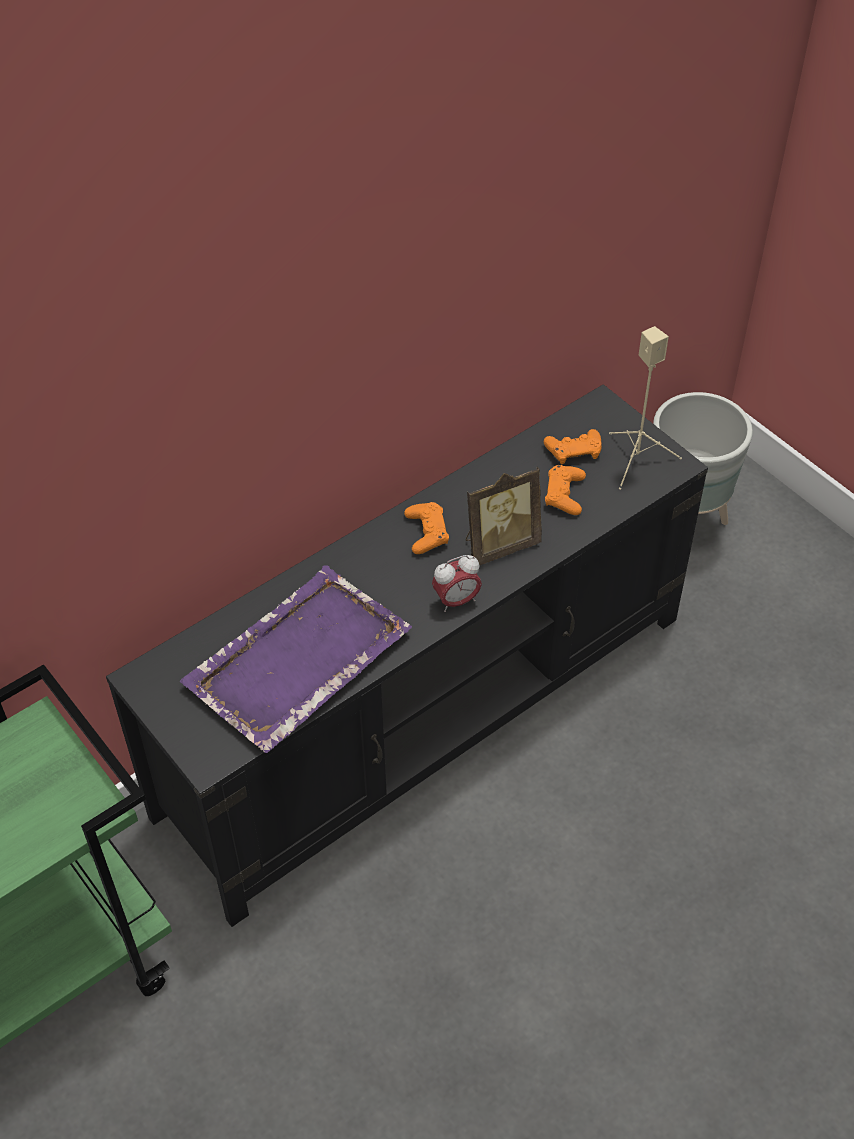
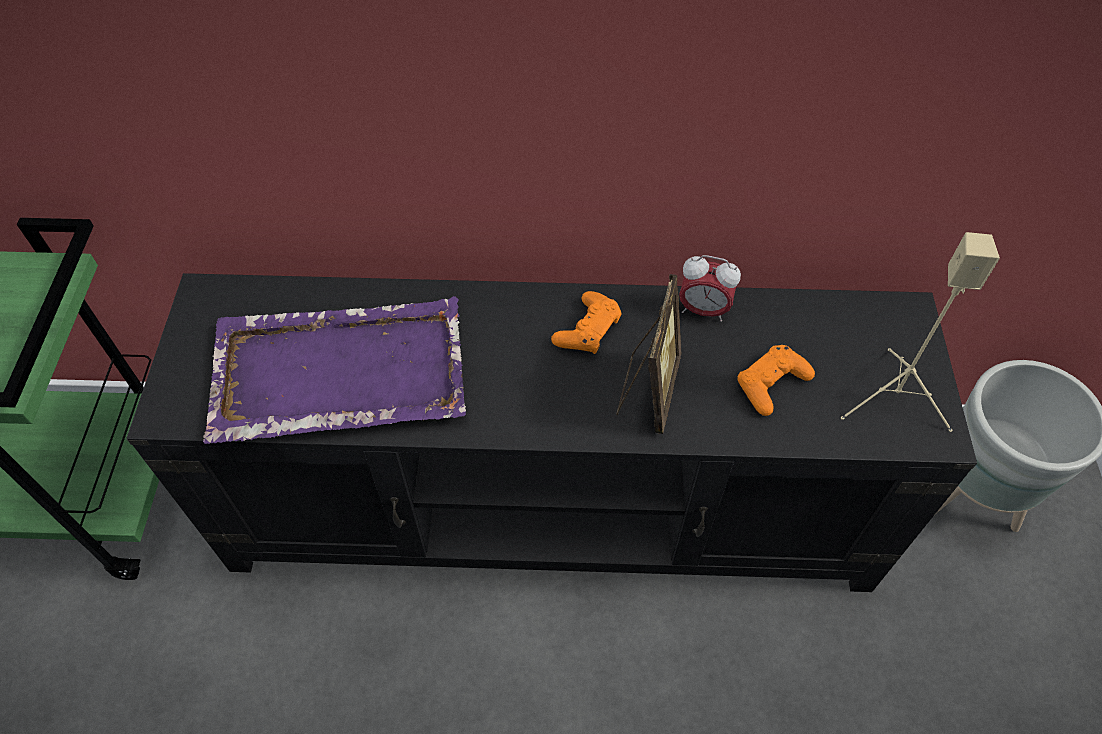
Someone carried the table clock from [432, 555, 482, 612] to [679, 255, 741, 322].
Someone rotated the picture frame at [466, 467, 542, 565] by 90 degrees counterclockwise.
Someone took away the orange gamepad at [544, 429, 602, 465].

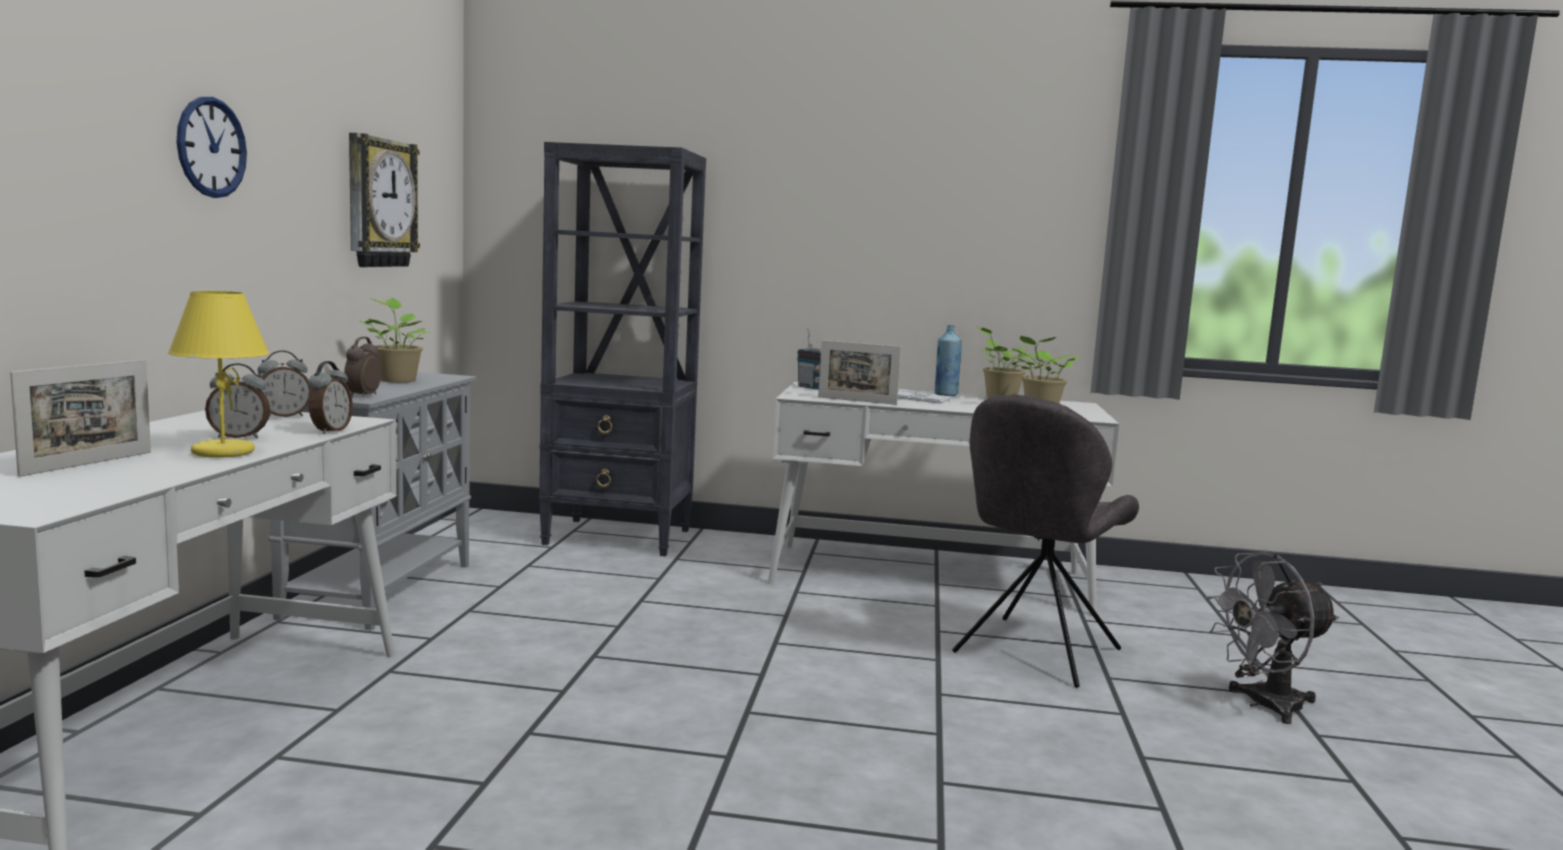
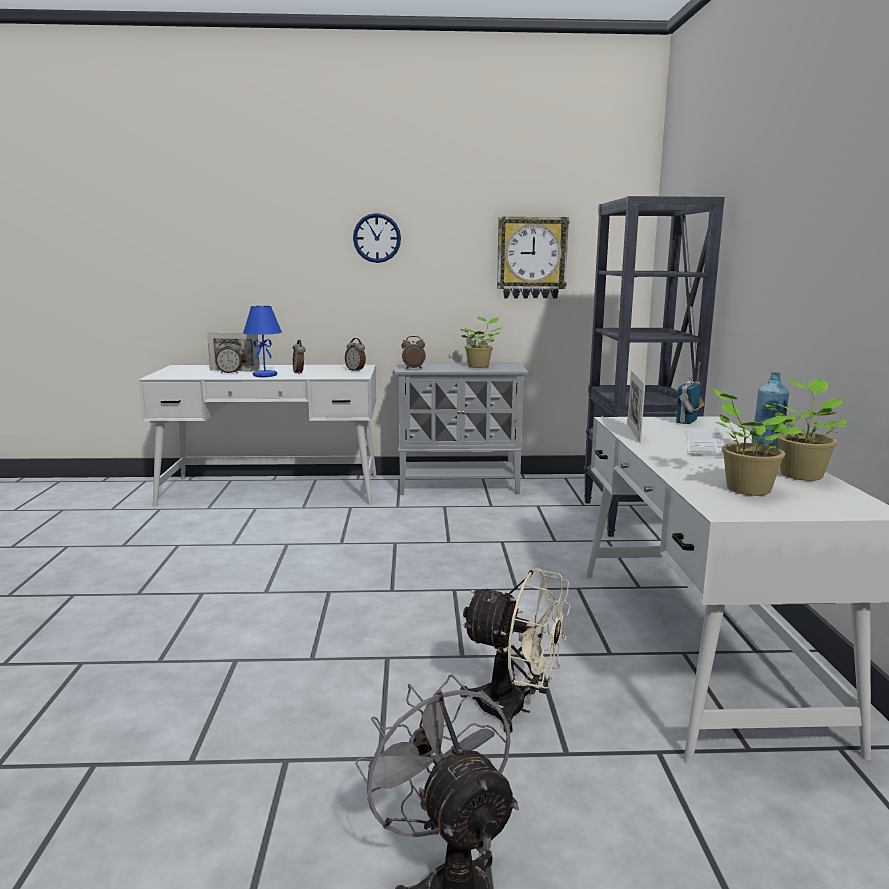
Someone repainted the yellow-coloured table lamp at [168, 291, 269, 458], which became the bluish table lamp at [243, 306, 282, 377].
Someone carried the table clock from [308, 361, 353, 434] to [215, 339, 242, 373].
Someone swapped the grey chair at [952, 395, 1139, 688] for the beige cooling fan at [460, 568, 571, 733].

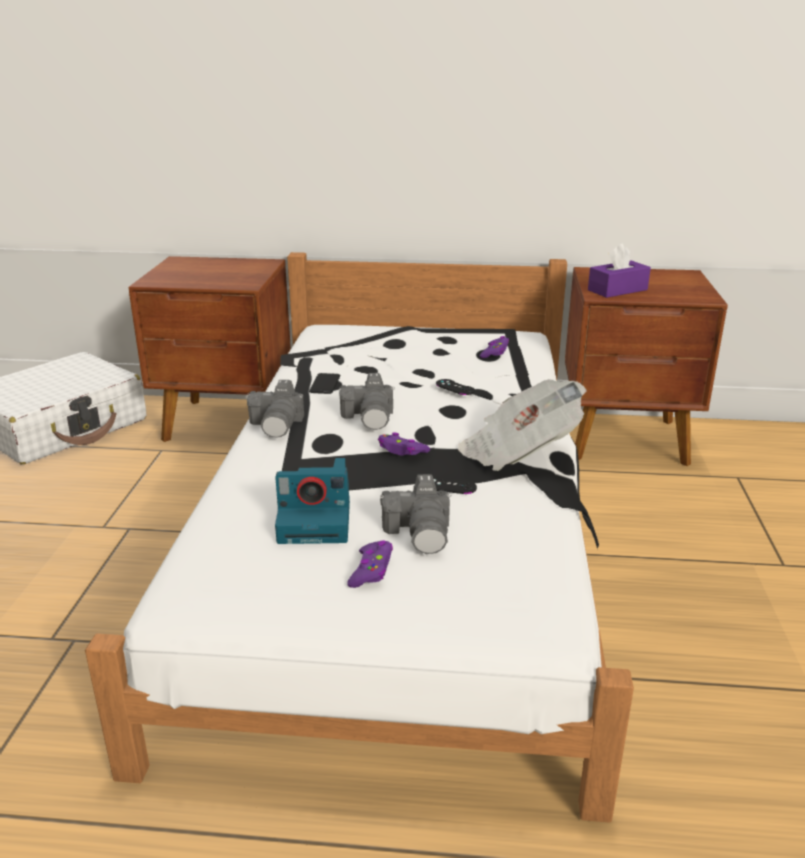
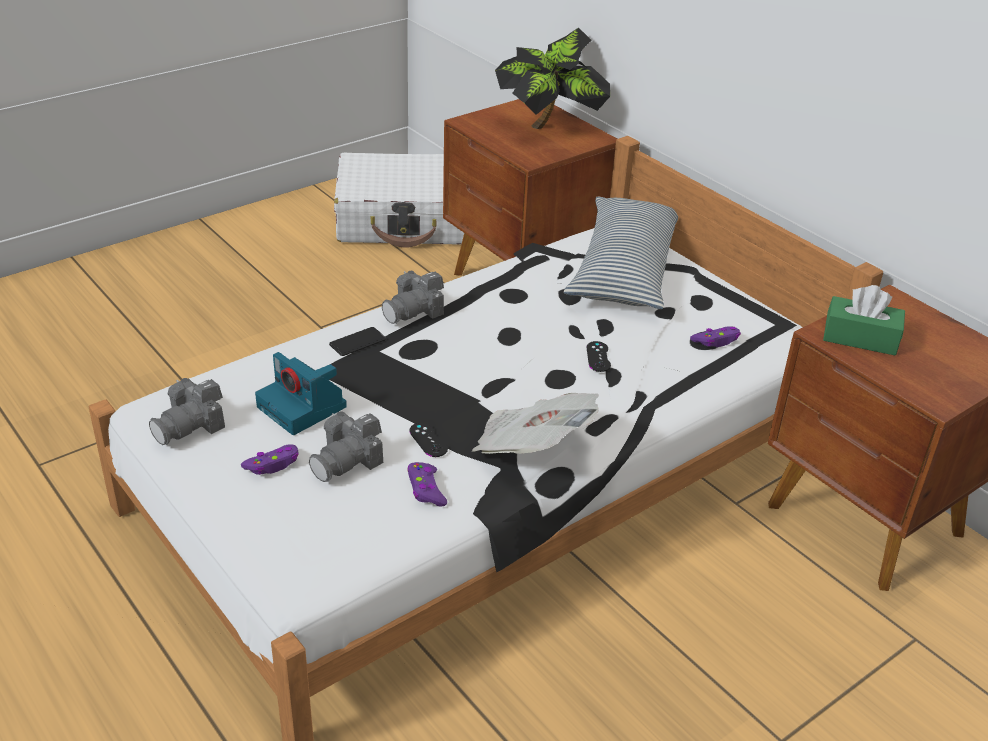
Someone carried the telephone from [309, 373, 340, 394] to [329, 327, 386, 356].
Someone carried the photo camera from [339, 373, 395, 430] to [149, 378, 225, 445].
Someone carried the purple gamepad from [378, 432, 430, 455] to [407, 462, 447, 507].
Someone repainted the purple tissue holder at [588, 244, 651, 298], which became the green-coloured tissue holder at [823, 285, 905, 355].
Someone put down the plant in a pot at [495, 27, 610, 129].
Someone put down the throw pillow at [564, 197, 678, 309].

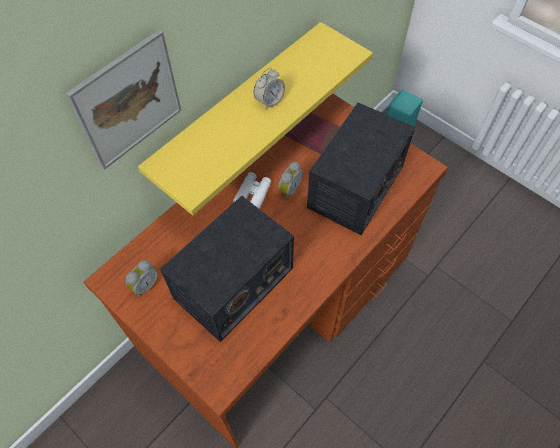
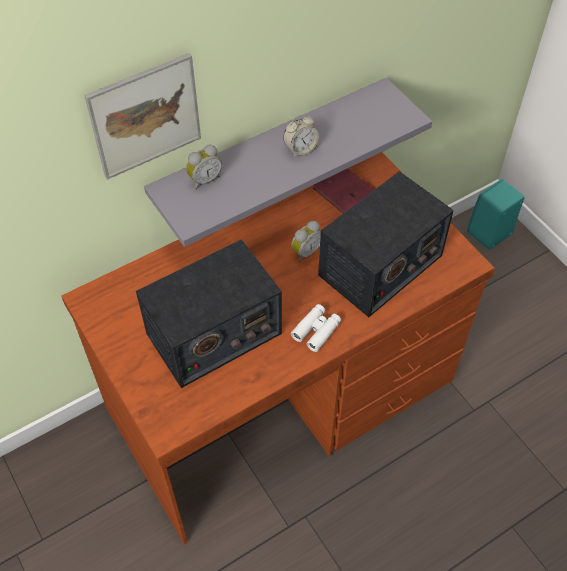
Someone carried the table clock from [126, 260, 158, 298] to [186, 145, 222, 189].
Someone repainted the yellow-coloured wall shelf at [138, 22, 373, 215], which became the grey wall shelf at [144, 78, 432, 247].
Someone carried the white-coloured field glasses from [233, 172, 271, 209] to [291, 304, 341, 352].

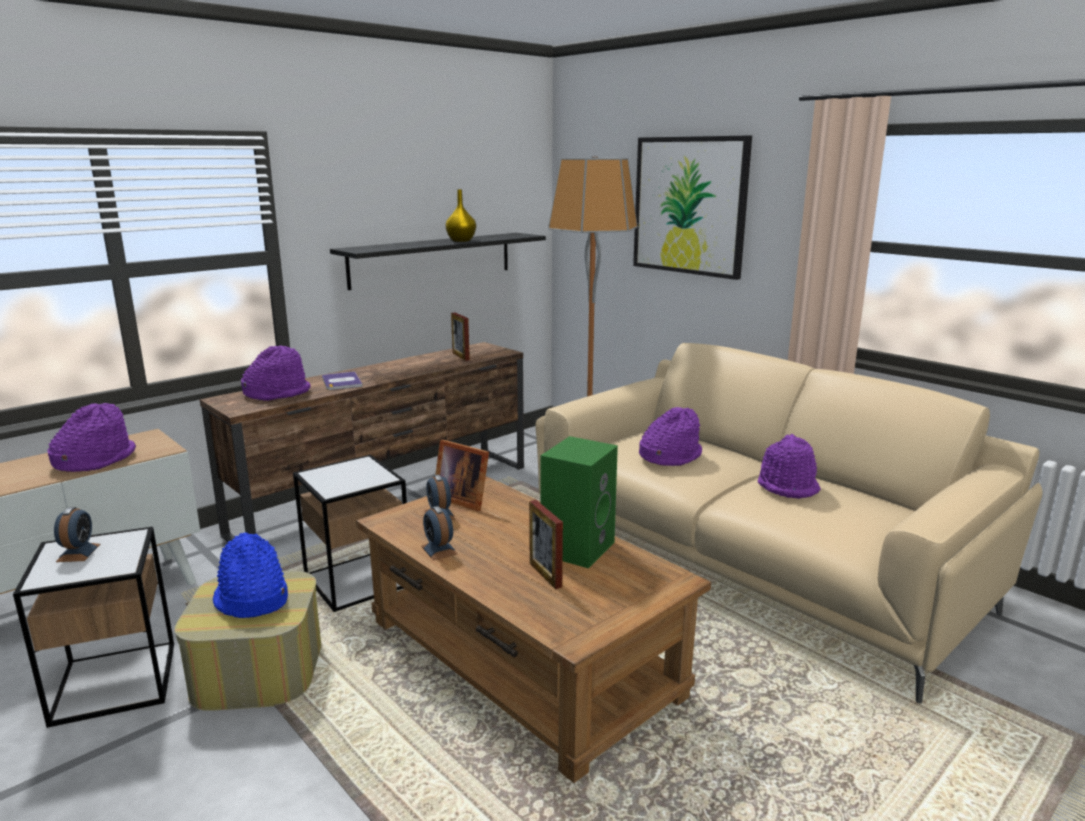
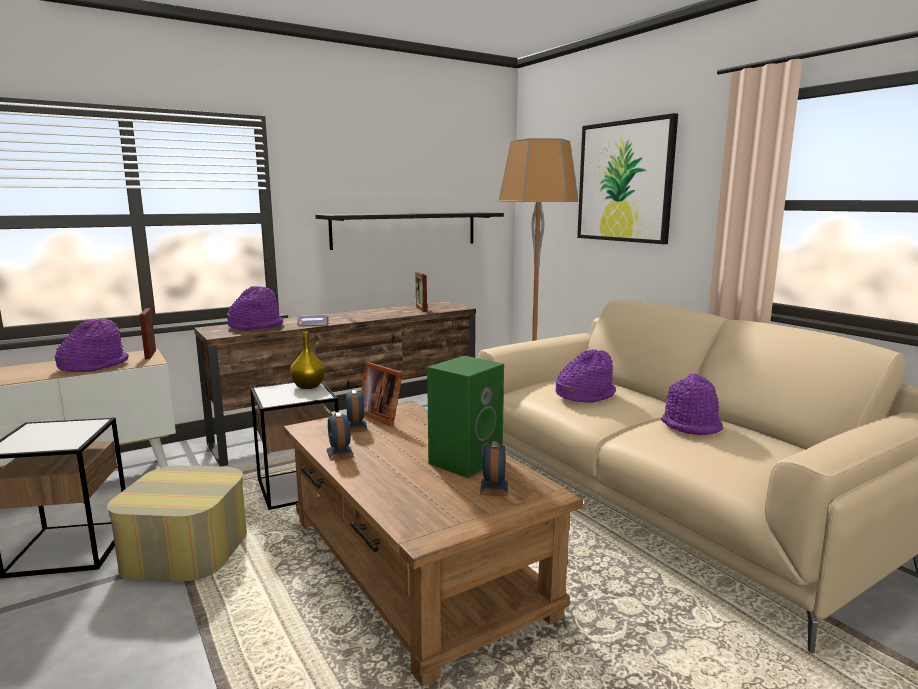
Someone carried the table clock from [54, 507, 101, 562] to [480, 441, 508, 496].
Someone took away the bluish hat at [213, 533, 288, 618].
Someone carried the yellow-coloured vase from [446, 189, 476, 242] to [290, 332, 325, 389].
Someone carried the picture frame from [529, 500, 563, 589] to [139, 308, 156, 359].

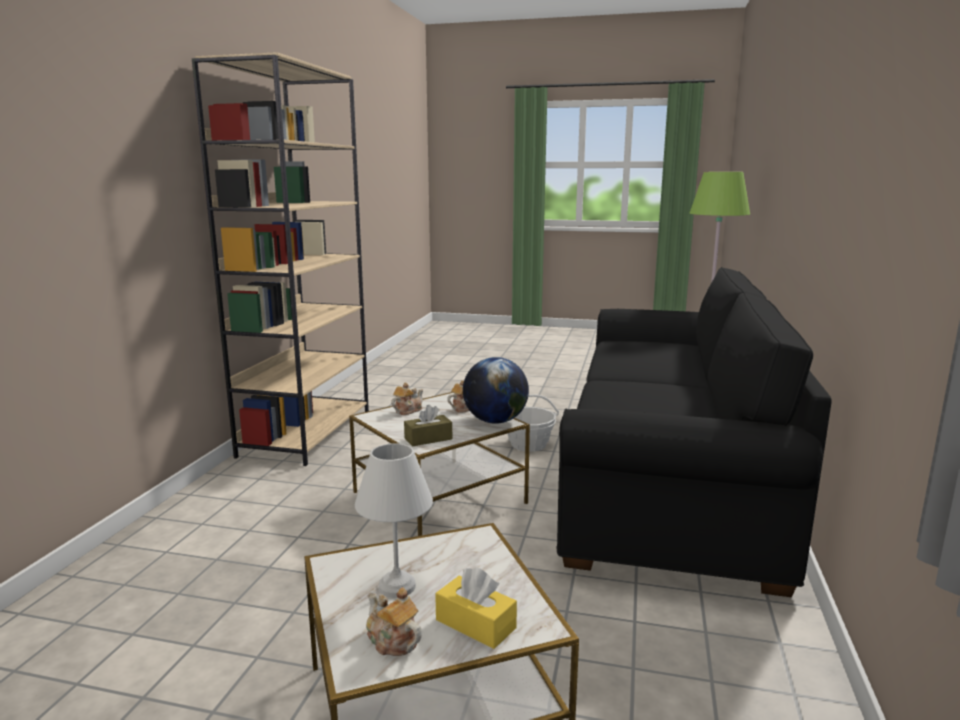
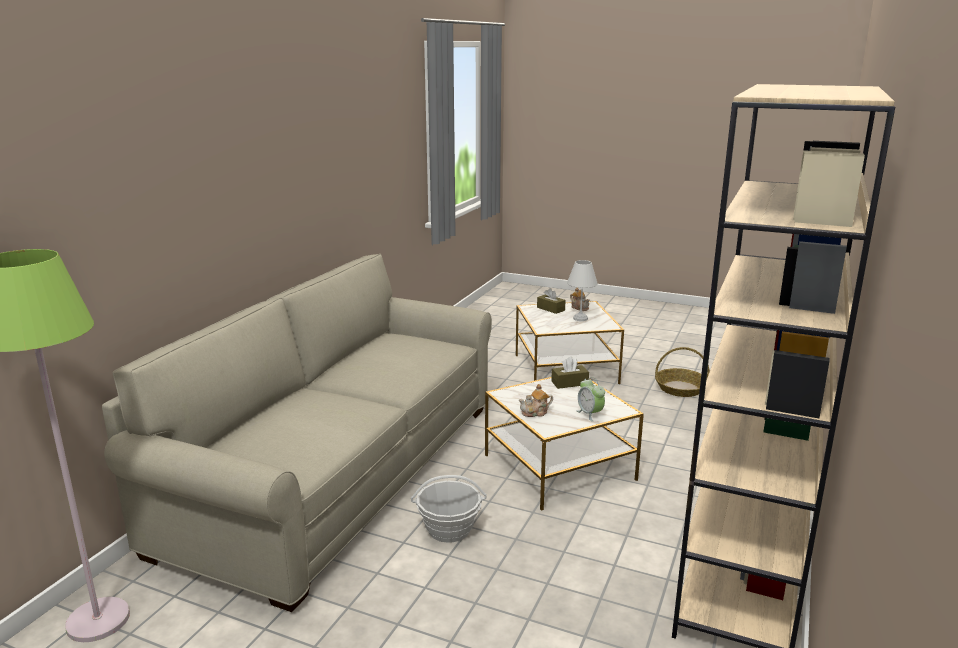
Someone swapped the teapot at [391, 383, 423, 415] for the table clock at [577, 377, 605, 422].
Someone repainted the yellow-coloured tissue holder at [435, 567, 517, 649], which became the brown-coloured tissue holder at [537, 288, 566, 314].
Someone took away the desk globe at [463, 357, 529, 424].
Someone repainted the blackish couch at [557, 267, 832, 597], which became the beige couch at [102, 254, 492, 612].
Someone put down the household basket at [655, 347, 710, 397].

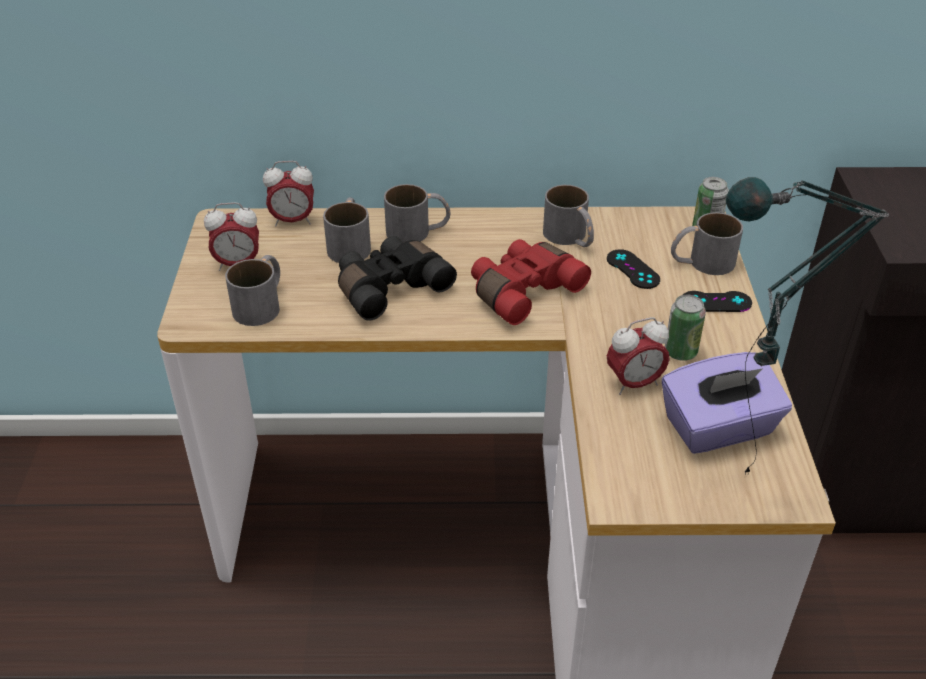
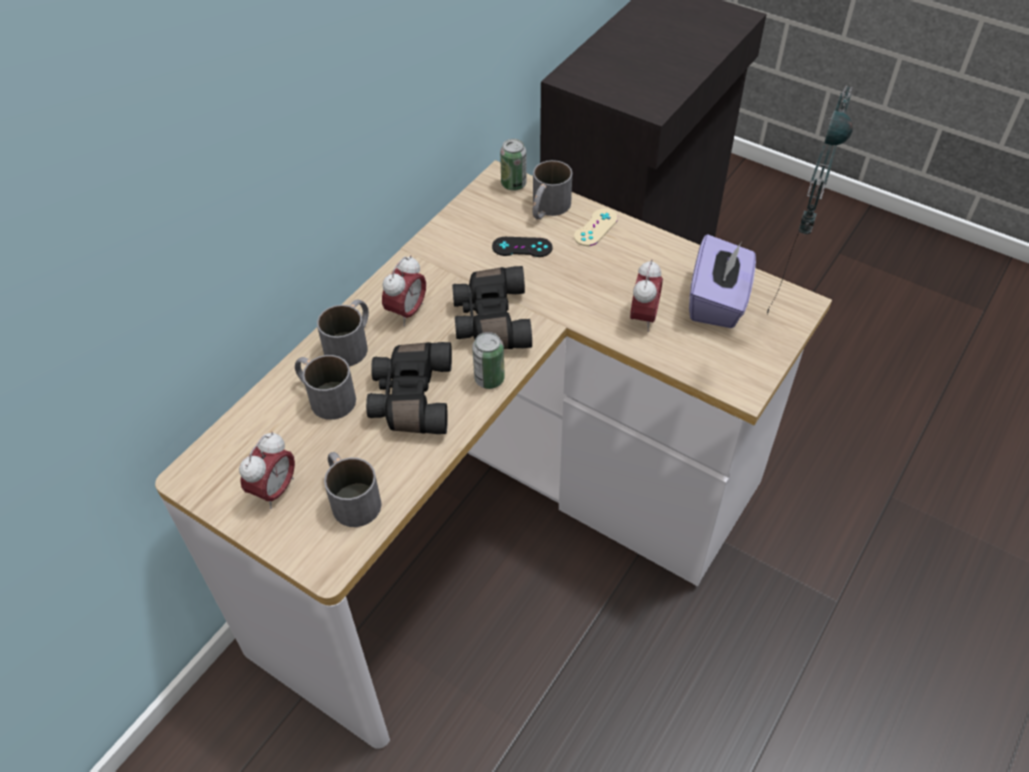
Someone carried the table clock from [263, 161, 314, 227] to [382, 255, 426, 326].
Someone repainted the red field glasses at [471, 239, 591, 325], which became the blackish field glasses at [452, 266, 532, 349].
Someone took away the grey coffee mug at [543, 185, 594, 247].
Someone carried the can from [665, 295, 706, 361] to [472, 332, 505, 389].
Someone repainted the blackish gamepad at [683, 291, 752, 312], which became the beige gamepad at [574, 209, 618, 246].

